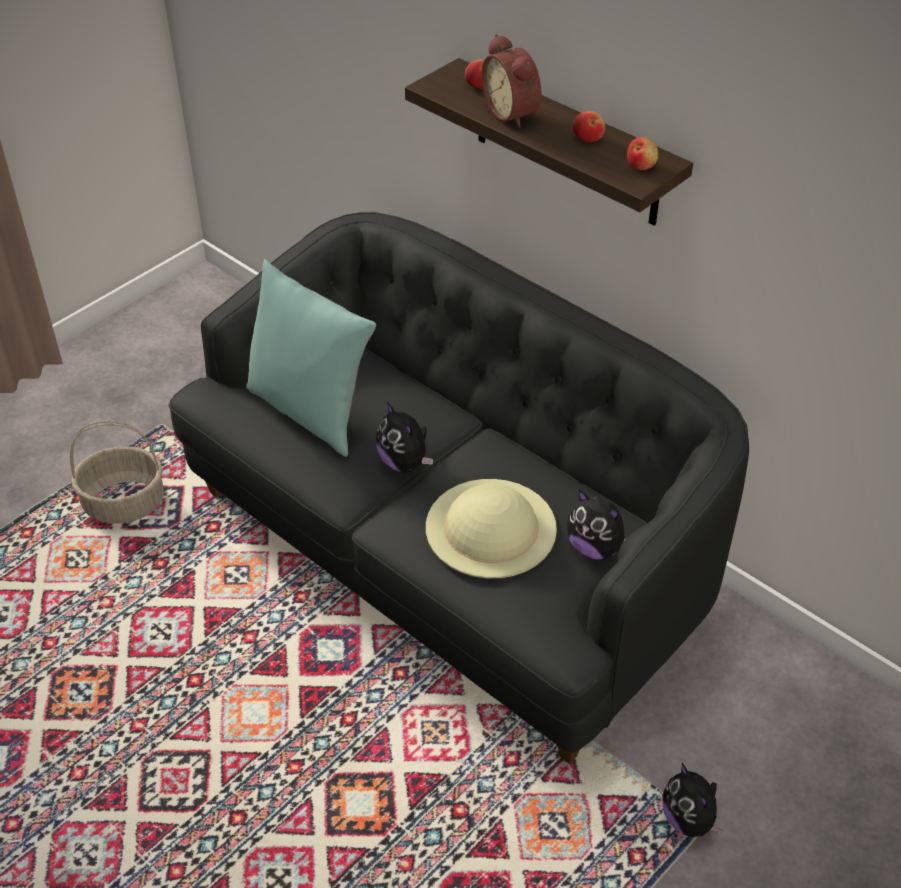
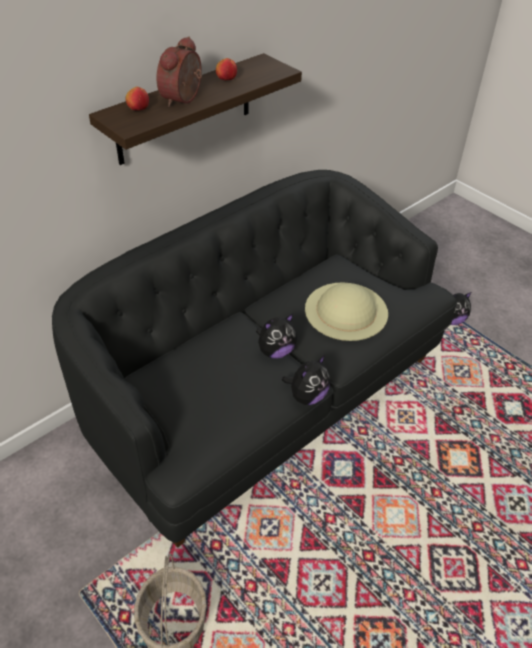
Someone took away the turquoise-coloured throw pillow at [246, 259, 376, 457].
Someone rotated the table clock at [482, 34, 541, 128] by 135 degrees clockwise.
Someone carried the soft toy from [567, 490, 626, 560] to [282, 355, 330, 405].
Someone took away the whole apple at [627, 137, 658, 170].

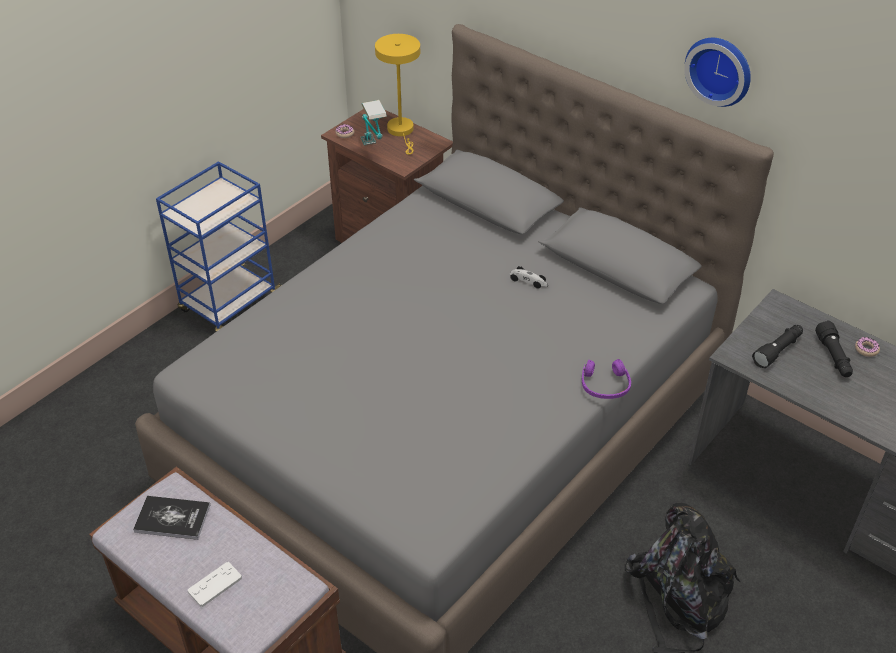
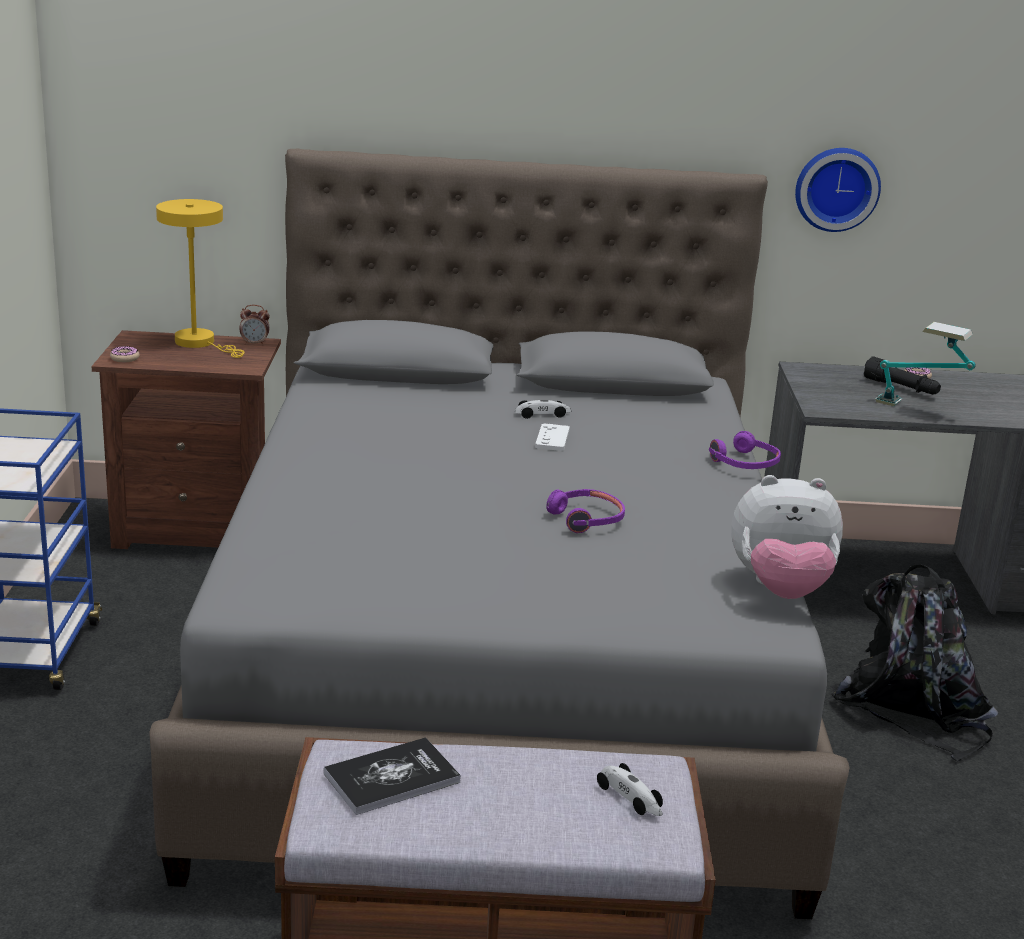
Someone carried the white-coloured gamepad from [188, 562, 242, 607] to [535, 423, 570, 451].
Someone carried the table lamp from [361, 100, 387, 146] to [875, 322, 976, 406].
Someone carried the wall clock from [684, 38, 751, 107] to [795, 148, 881, 232].
Someone took away the blackish hand torch at [752, 325, 803, 368].
Someone put down the table clock at [240, 305, 270, 345].
Someone put down the purple headphones at [546, 489, 625, 533].
Someone put down the toy car at [597, 763, 663, 816].
Someone put down the soft toy at [731, 475, 843, 599].

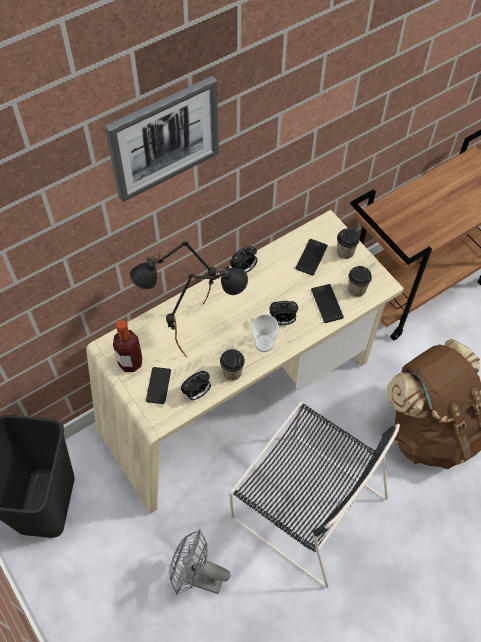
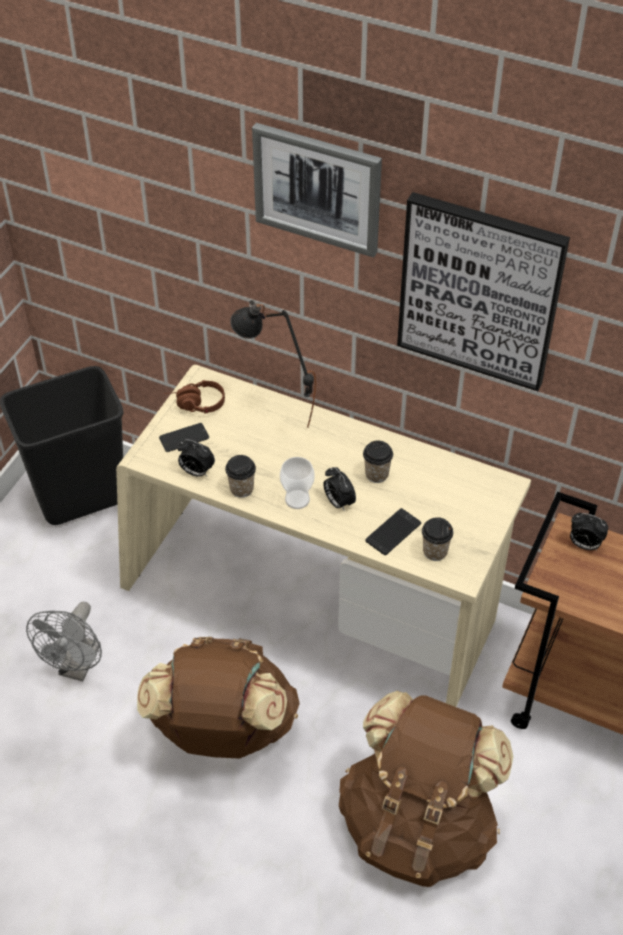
Someone swapped the beverage bottle at [113, 320, 142, 372] for the brown-coloured headphones at [164, 380, 225, 413].
Someone took away the blackish table lamp at [166, 266, 248, 357].
Someone rotated the grey cooling fan at [170, 529, 231, 595] by 150 degrees counterclockwise.
Someone swapped the blackish chair at [229, 402, 400, 588] for the brown-coloured rucksack at [137, 637, 300, 759].
Someone carried the table clock from [230, 246, 257, 273] to [570, 513, 608, 550].
Someone took away the telephone at [295, 239, 328, 276].
Someone carried the cup from [337, 228, 360, 259] to [363, 441, 393, 483].
Someone put up the picture at [397, 192, 570, 391].

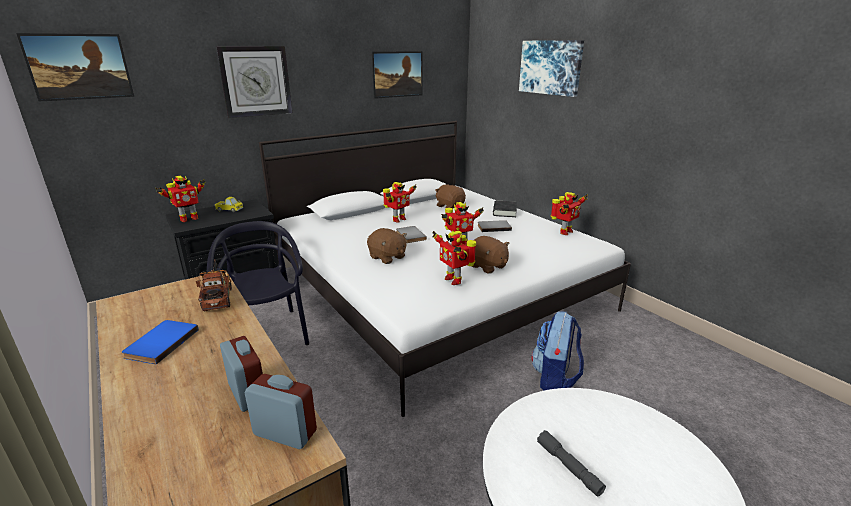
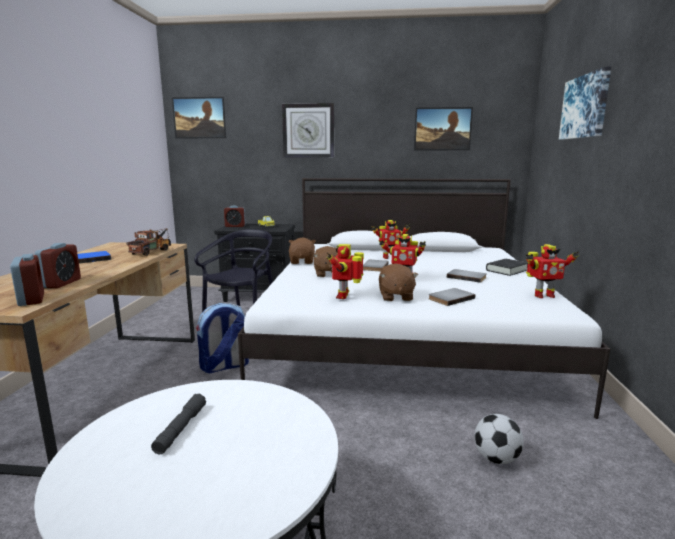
Someone swapped the toy robot at [155, 176, 206, 222] for the table clock at [224, 206, 245, 227].
Someone carried the brown-coloured soft toy from [435, 185, 466, 209] to [289, 237, 316, 264].
Someone carried the rucksack from [531, 312, 584, 391] to [196, 303, 249, 373].
Someone put down the grey volume at [429, 288, 475, 306].
Someone put down the football ball at [475, 414, 524, 464].

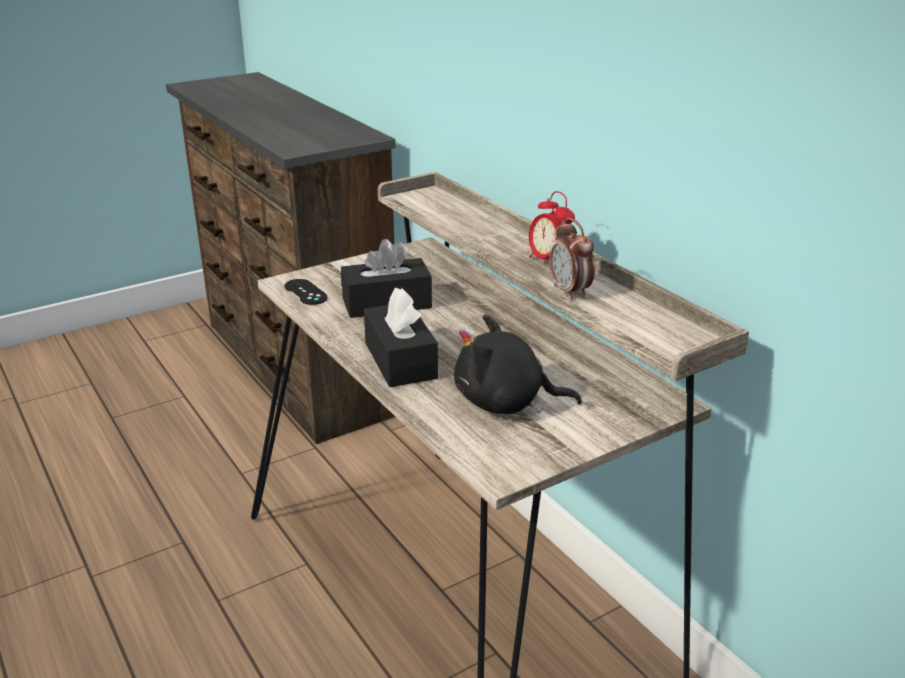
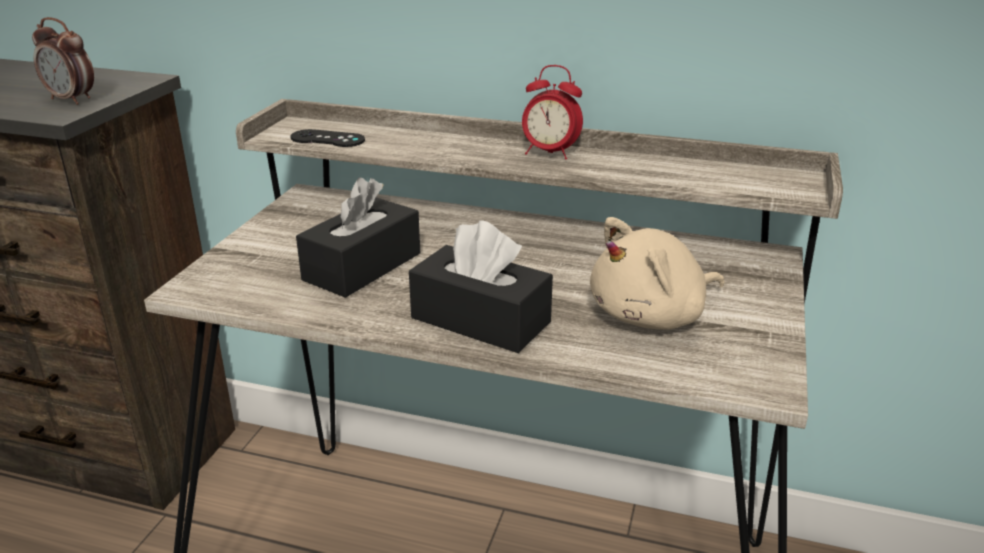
Someone carried the blackish gamepad from [285, 279, 328, 305] to [290, 129, 365, 147].
Someone repainted the blackish soft toy at [454, 315, 582, 414], which became the beige soft toy at [590, 217, 725, 329].
Someone carried the table clock from [549, 217, 595, 300] to [32, 17, 94, 105].

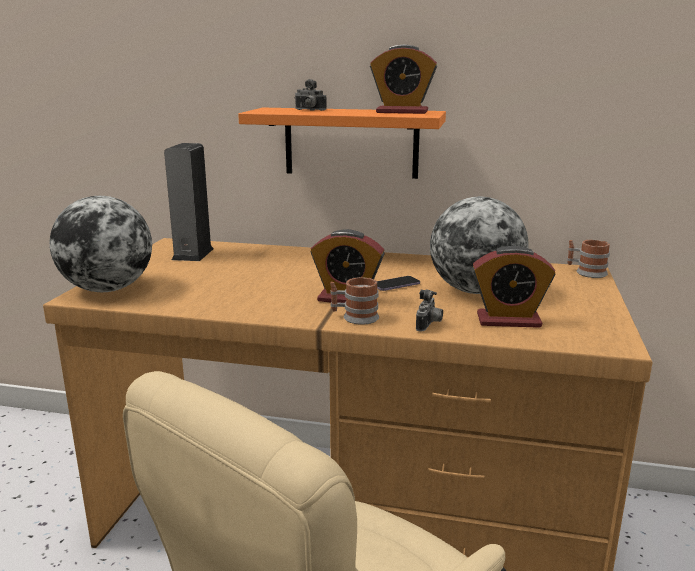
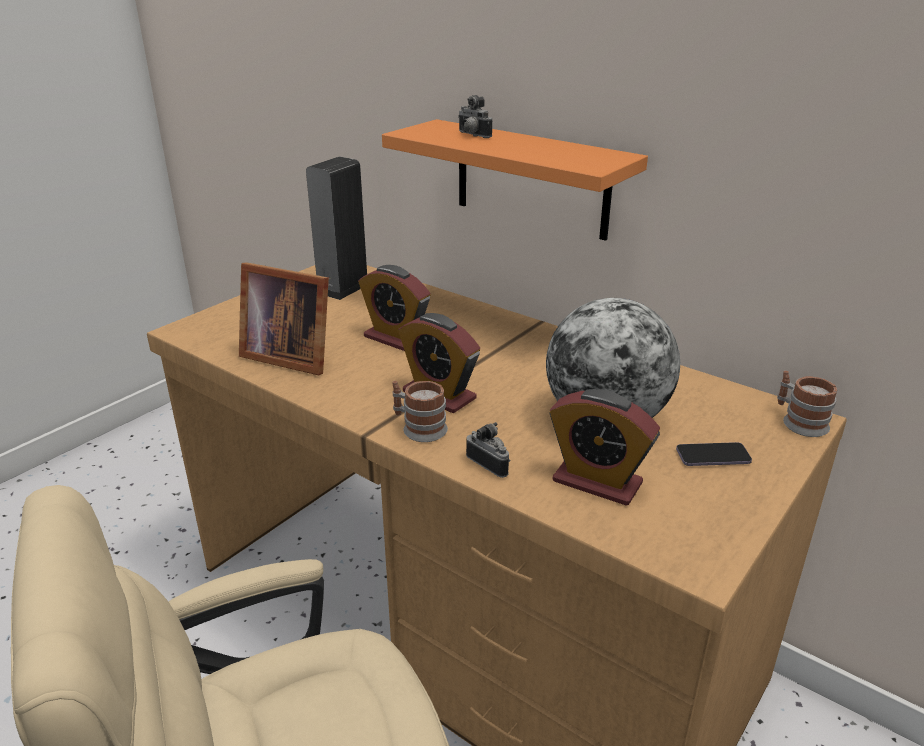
Someone took away the desk globe at [50, 196, 152, 292].
Someone carried the table clock from [370, 45, 437, 114] to [358, 265, 431, 351].
Someone carried the telephone from [377, 276, 420, 291] to [676, 442, 752, 466].
Someone rotated the photo camera at [416, 289, 443, 332] by 90 degrees counterclockwise.
Someone put down the picture frame at [239, 262, 329, 375].

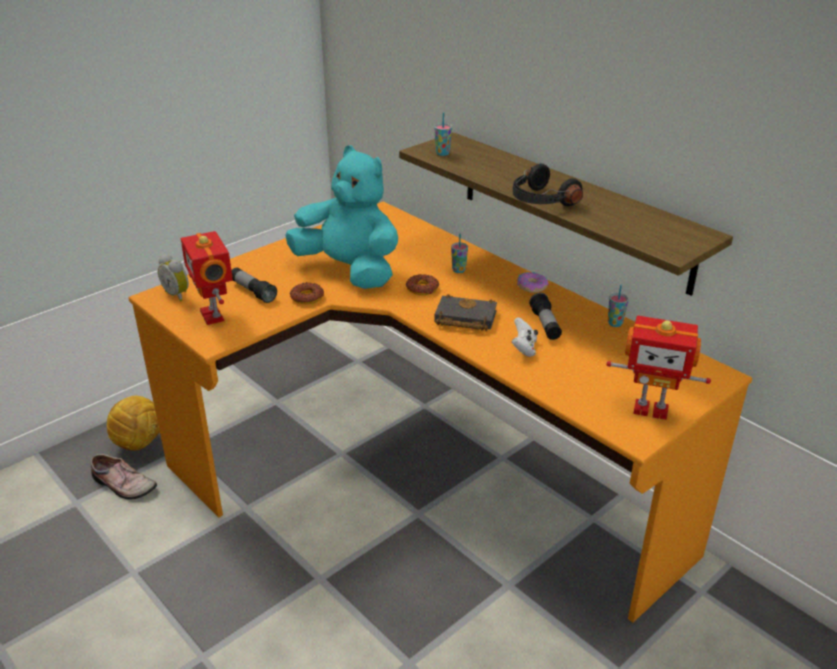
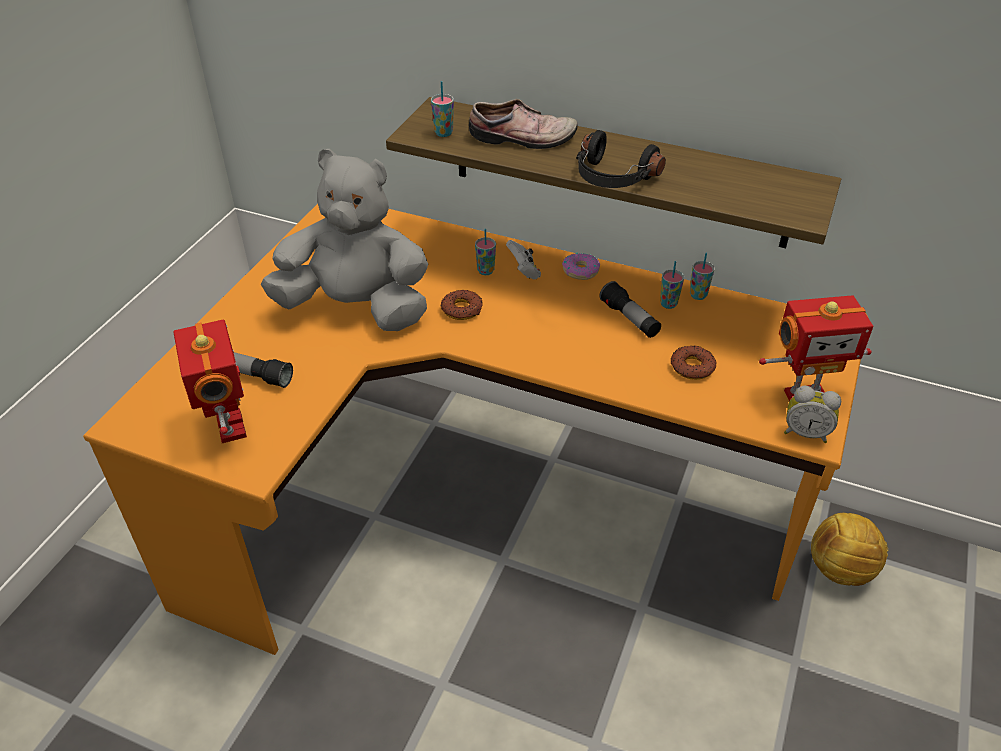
Someone carried the item of footwear from [91, 454, 157, 499] to [469, 99, 578, 149].
Someone carried the football ball from [107, 396, 160, 451] to [811, 513, 888, 586].
Someone carried the table clock from [158, 254, 189, 301] to [784, 386, 841, 443].
Someone rotated the toy robot at [181, 231, 233, 325] by 150 degrees counterclockwise.
Someone repainted the turquoise-coloured soft toy at [286, 145, 398, 289], which became the grey soft toy at [261, 149, 428, 331].
Someone carried the doughnut from [290, 282, 324, 304] to [670, 345, 716, 380].
Someone took away the blackish volume at [434, 294, 497, 331].
Someone carried the white-coloured gamepad from [511, 317, 538, 357] to [506, 240, 541, 280].
Someone put down the cup at [660, 261, 684, 309].

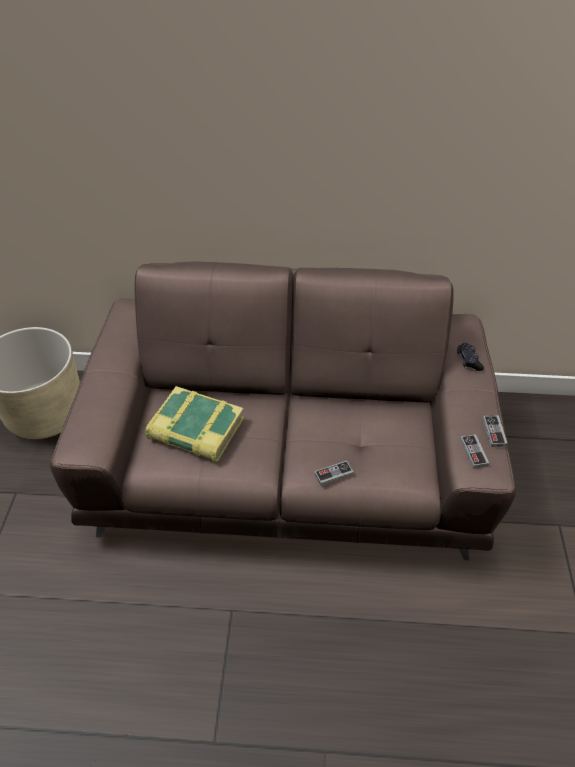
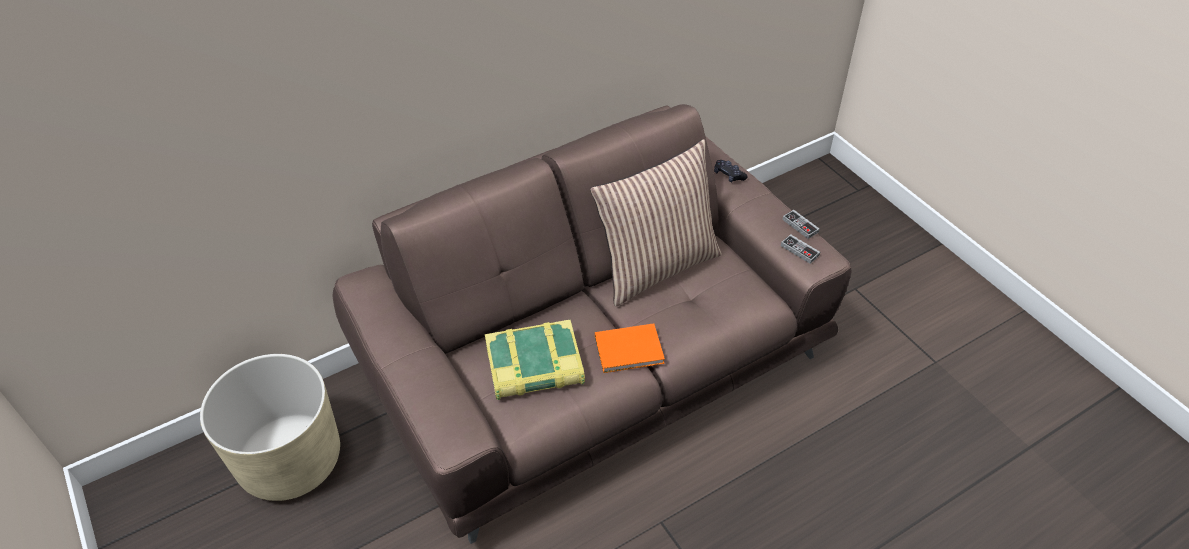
Someone took away the gamepad at [315, 461, 353, 486].
Someone put down the throw pillow at [590, 139, 722, 306].
Someone put down the orange volume at [595, 323, 665, 373].

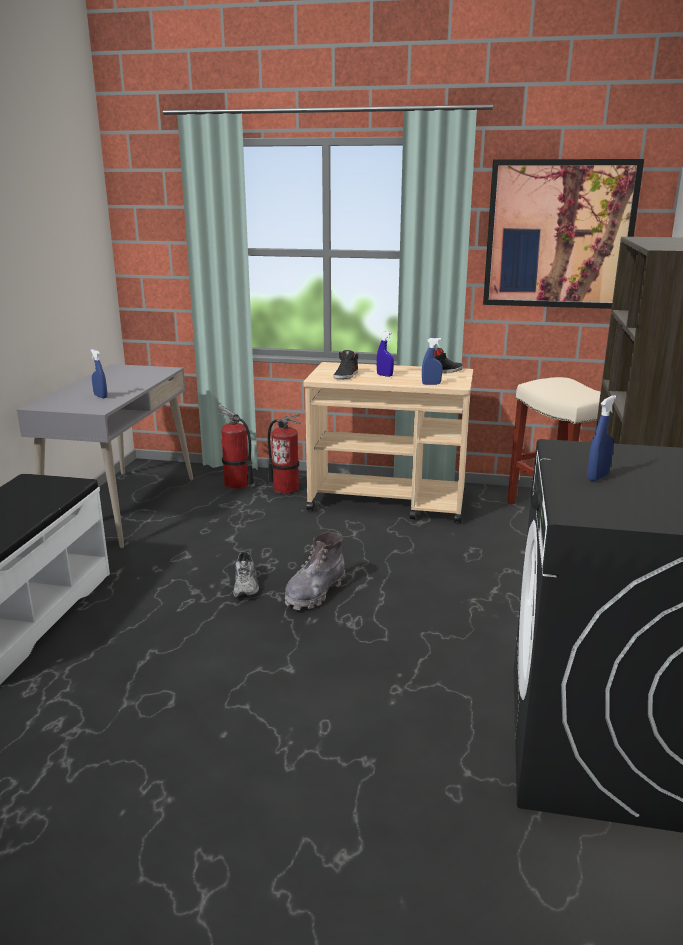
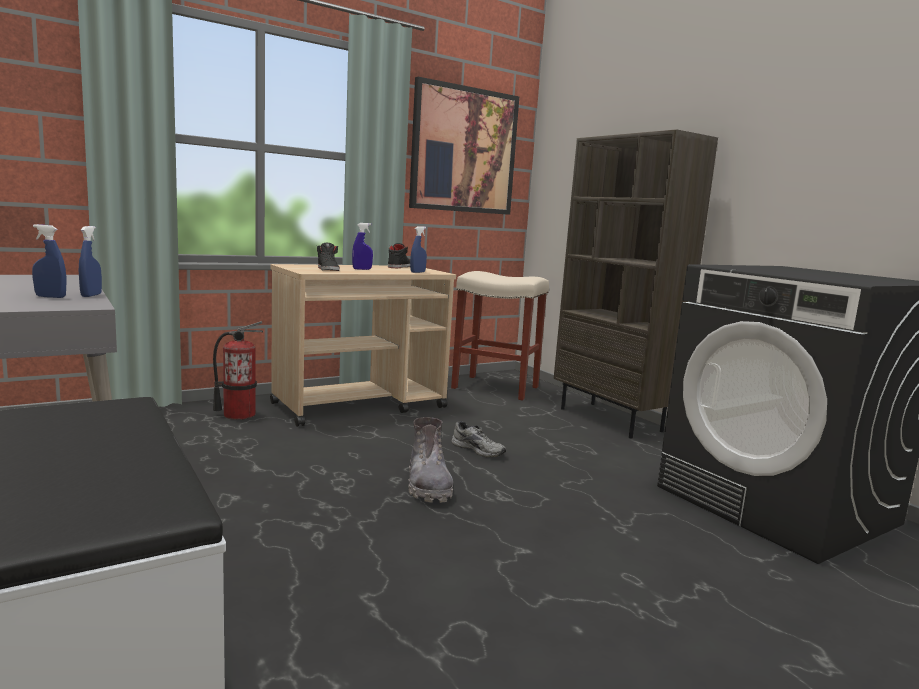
Someone took away the extinguisher at [218, 405, 254, 489].
Someone carried the grey item of footwear from [233, 552, 259, 598] to [451, 421, 506, 457].
Someone carried the bluish sprayer from [587, 395, 616, 481] to [79, 226, 102, 297].

